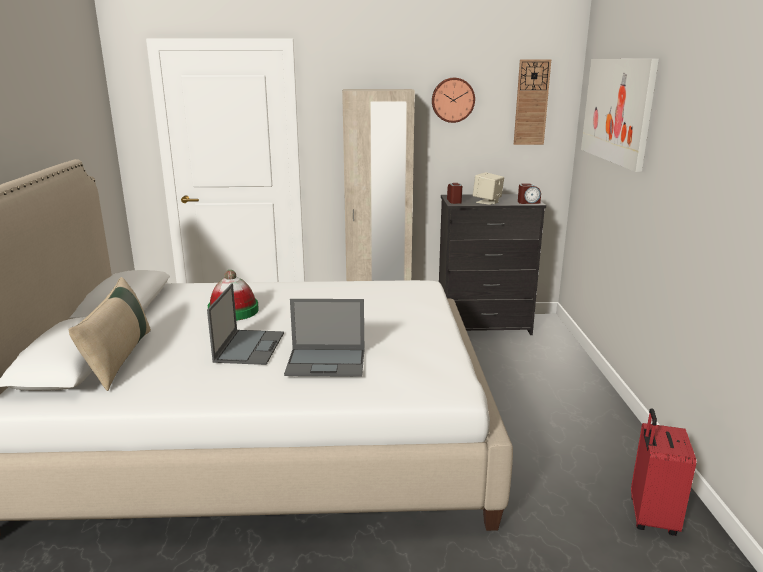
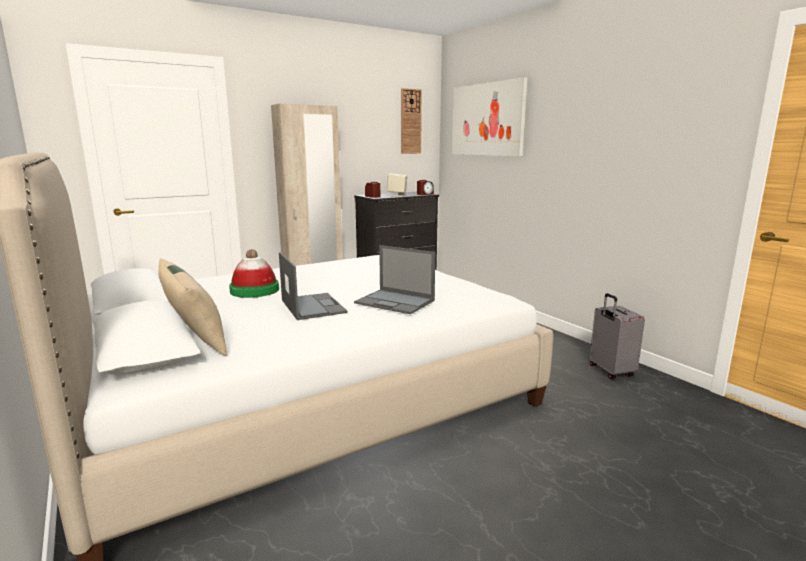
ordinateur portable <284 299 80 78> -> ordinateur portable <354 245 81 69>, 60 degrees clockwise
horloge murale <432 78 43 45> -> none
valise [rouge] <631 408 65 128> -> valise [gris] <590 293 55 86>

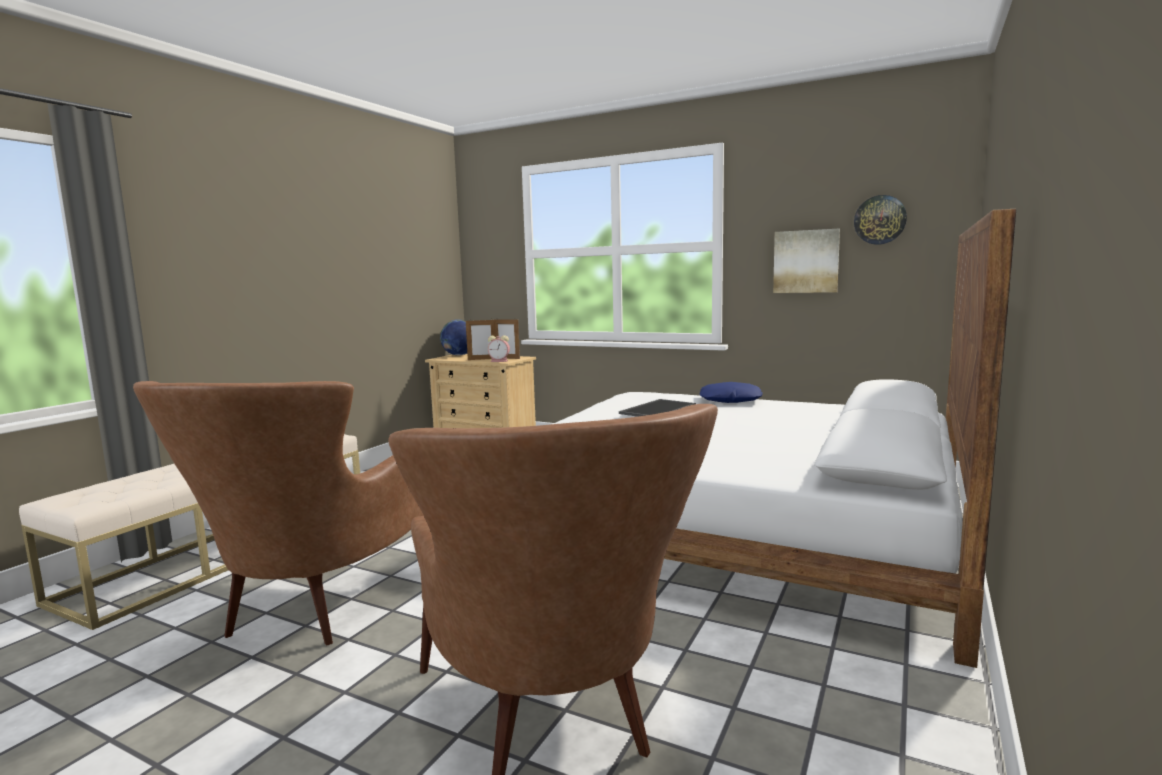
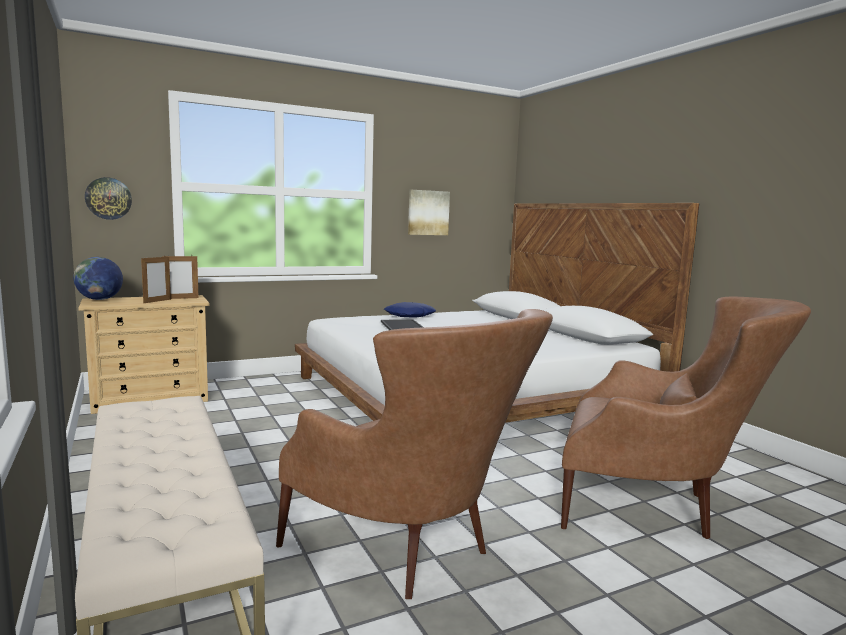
réveil <488 335 22 27> -> none
horloge murale <854 195 53 50> -> horloge murale <85 177 47 43>, shifted

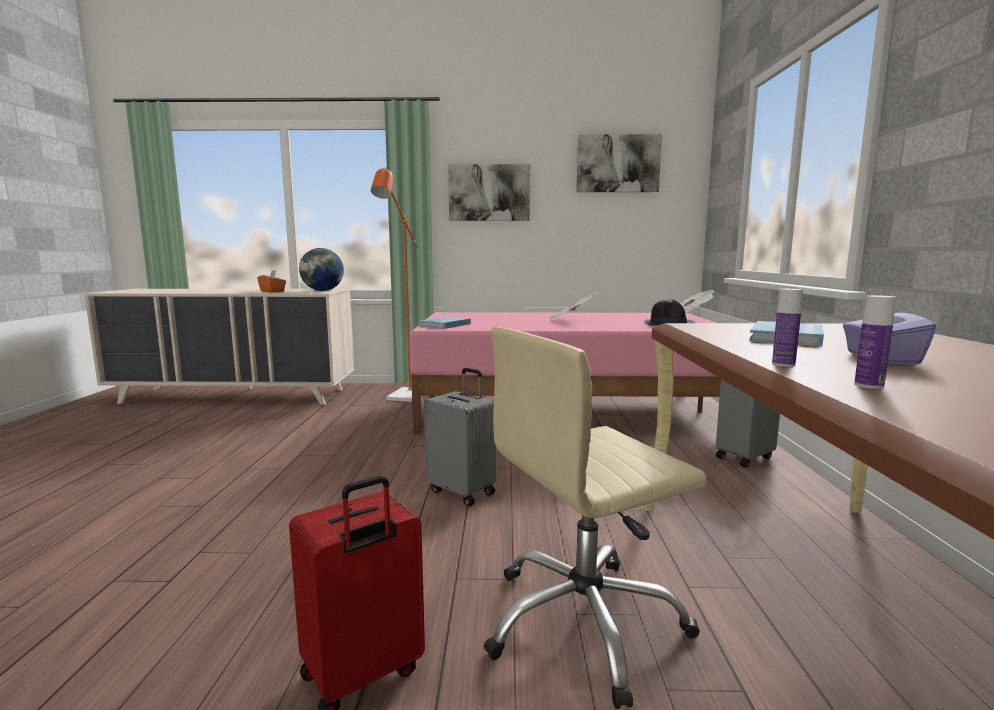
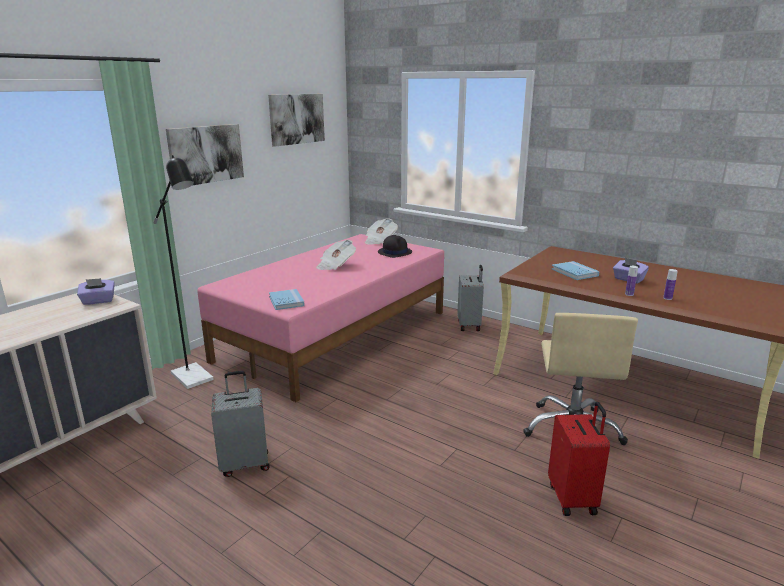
boîte à mouchoirs [orange] <257 270 29 23> -> none
globe <299 248 45 43> -> boîte à mouchoirs [violet] <77 278 38 27>
lampadaire [orange] <371 168 47 234> -> lampadaire [noir] <153 155 61 234>
valise [gris] <424 368 72 138> -> valise [gris] <211 371 59 106>, shifted

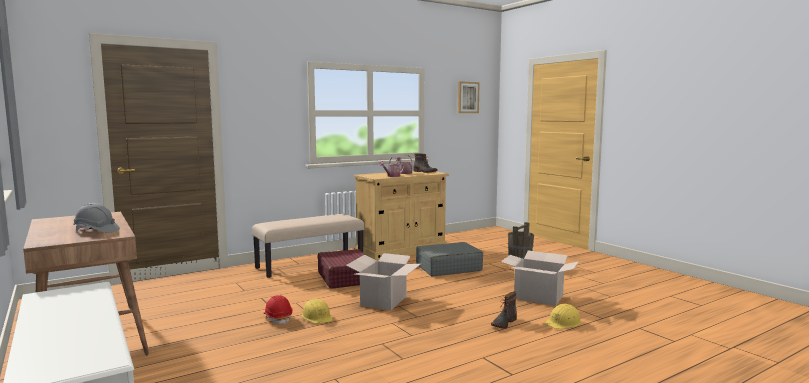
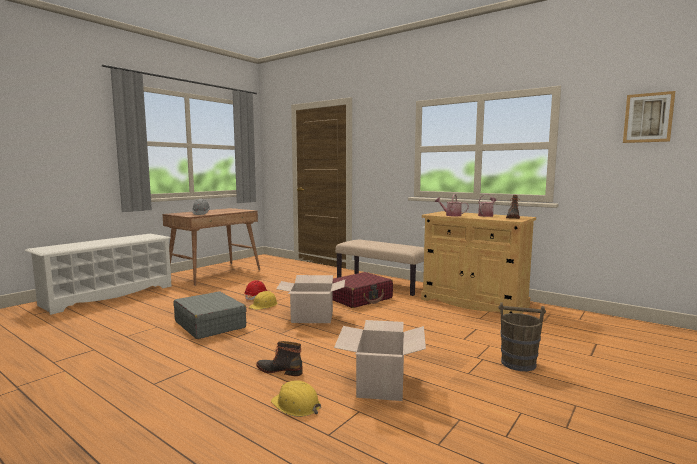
valise [gris] <416 242 67 34> -> valise [gris] <173 291 74 48>, shifted

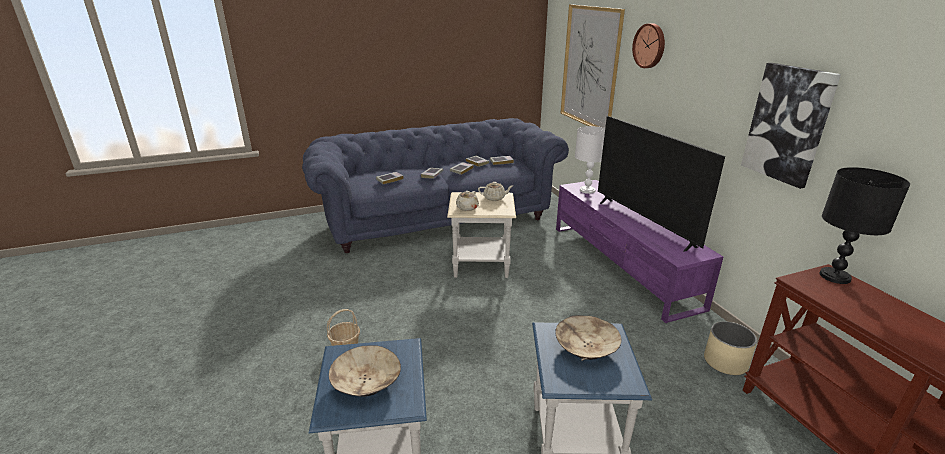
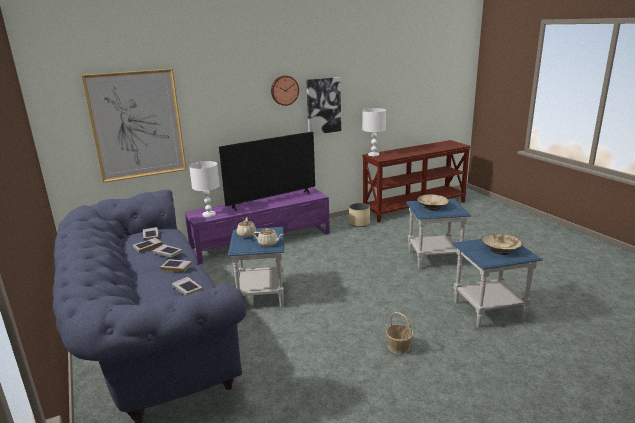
table d'appoint [beige] <447 192 69 86> -> table d'appoint [bleu] <228 227 56 81>
horloge murale <632 23 33 45> -> horloge murale <271 76 28 30>, shifted
lampe de table [noir] <819 167 91 117> -> lampe de table [blanc] <362 108 24 48>

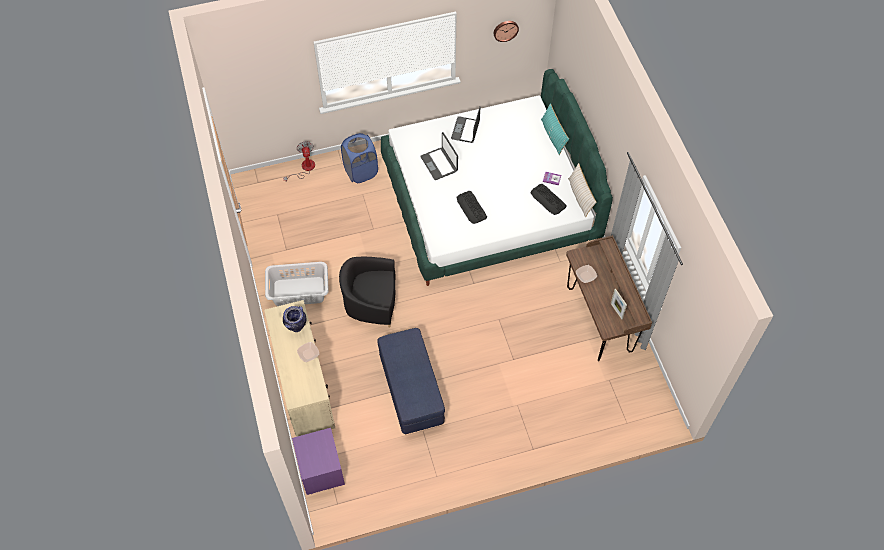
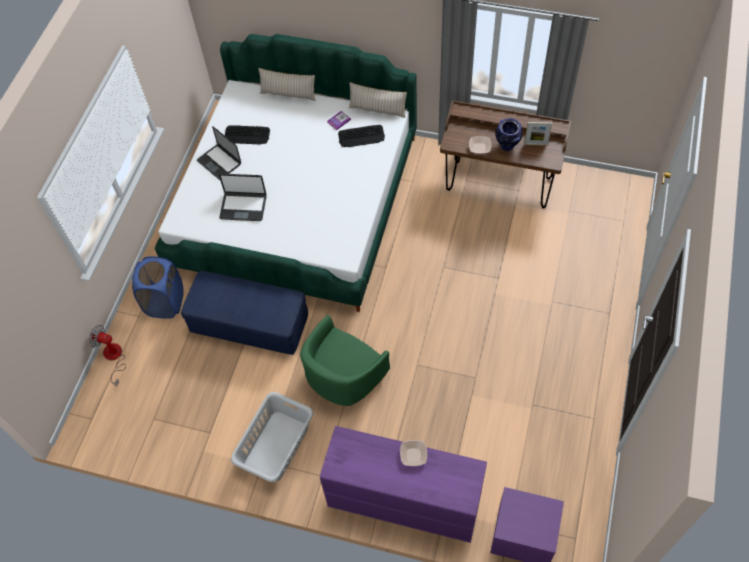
commode [beige] <264 300 71 137> -> commode [violet] <320 426 167 117>
vase <283 306 24 26> -> vase <495 118 27 33>, shifted
fauteuil [noir] <339 257 57 71> -> fauteuil [vert] <300 315 90 91>
pouf [bleu] <377 328 68 106> -> pouf [bleu] <181 271 127 84>, shifted
clavier <456 191 31 33> -> clavier <224 126 46 19>, shifted
horloge murale <494 21 25 21> -> none
coussin [turquoise] <541 103 28 52> -> coussin [beige] <258 68 57 33>

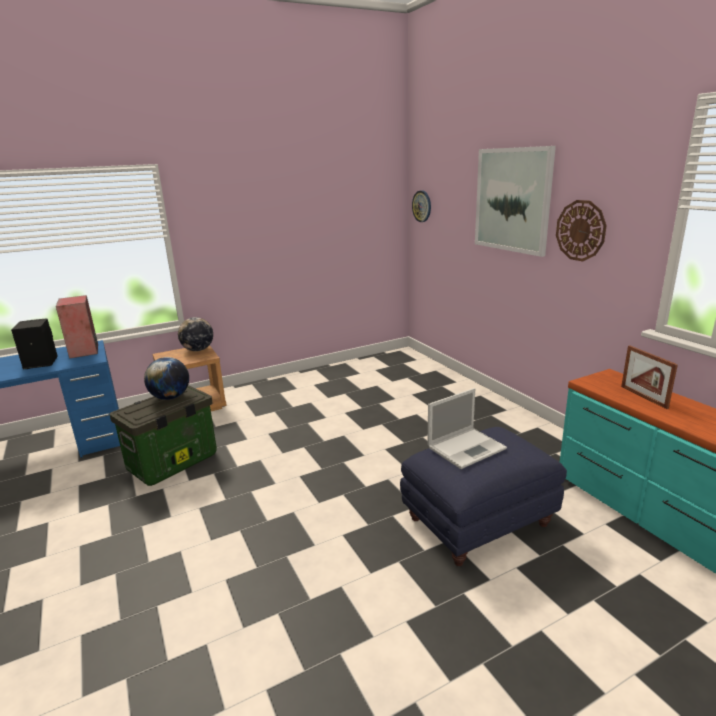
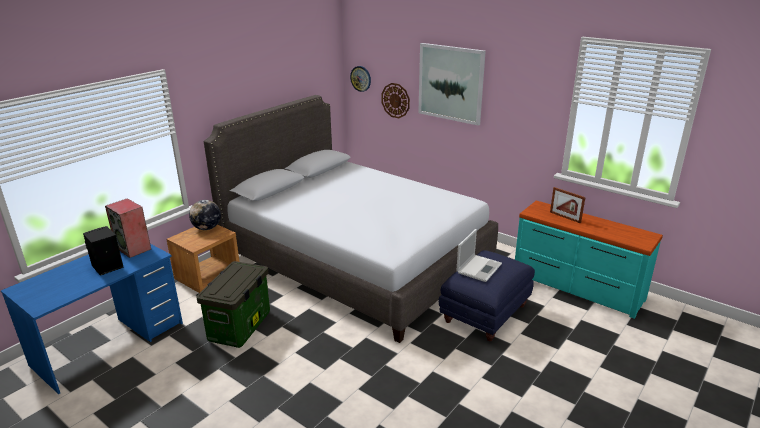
globe <144 357 45 43> -> none
horloge murale <556 200 51 61> -> horloge murale <381 83 29 35>, shifted
none -> lit [gris] <203 95 295 248>

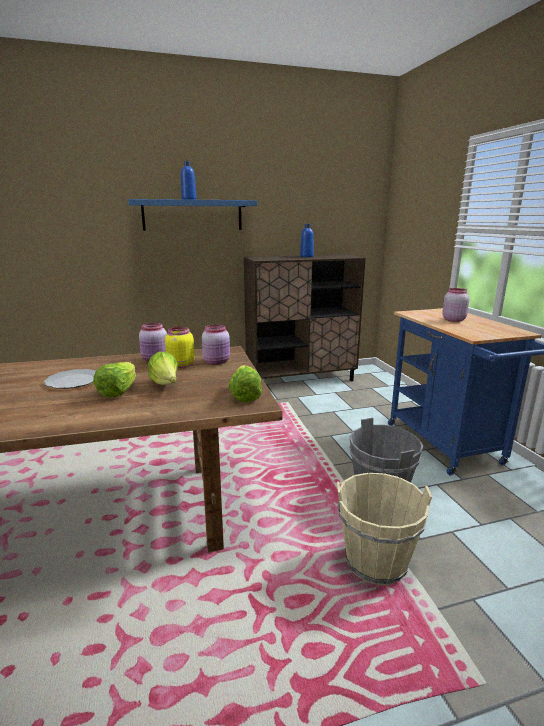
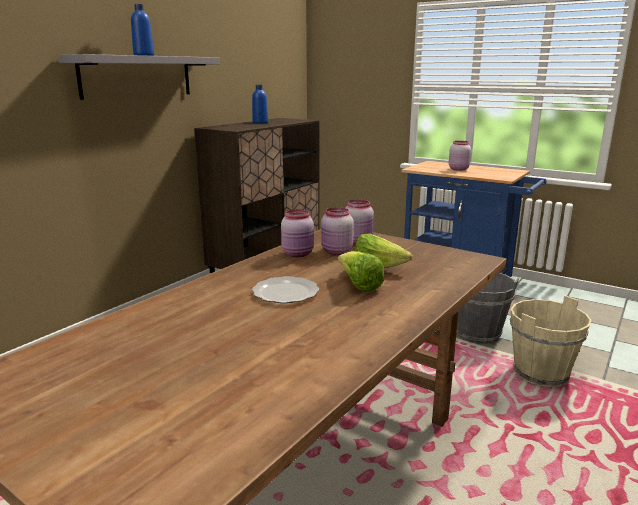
étagère [bleu] <128 199 129 32> -> étagère [gris] <59 54 161 46>
bocal [jaune] <165 327 30 41> -> bocal [rose] <321 207 33 48>
laitue <229 365 33 37> -> none

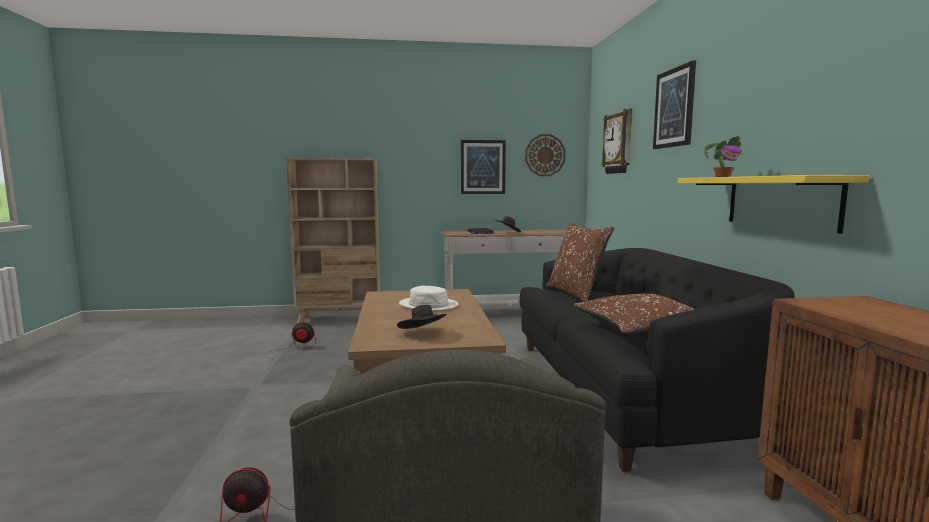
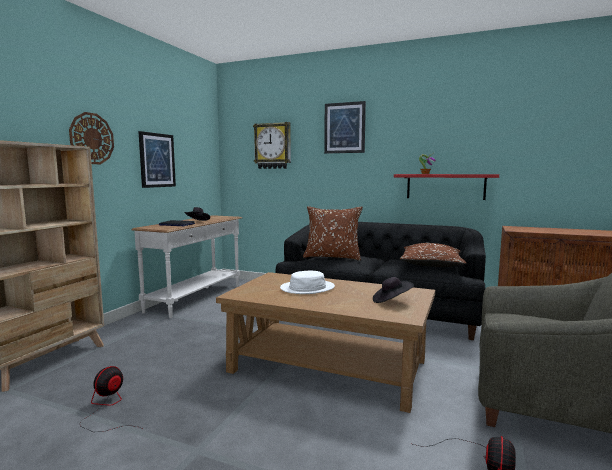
horloge murale <525 134 41 42> -> horloge murale <69 112 45 52>, shifted
étagère [jaune] <678 175 191 59> -> étagère [rouge] <394 174 105 26>

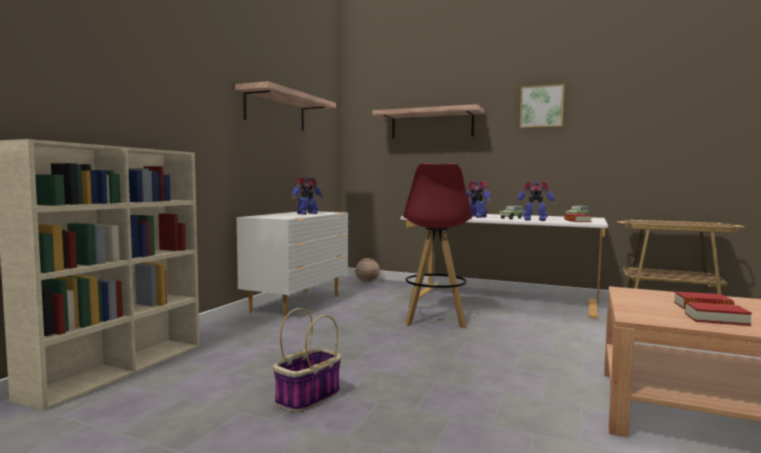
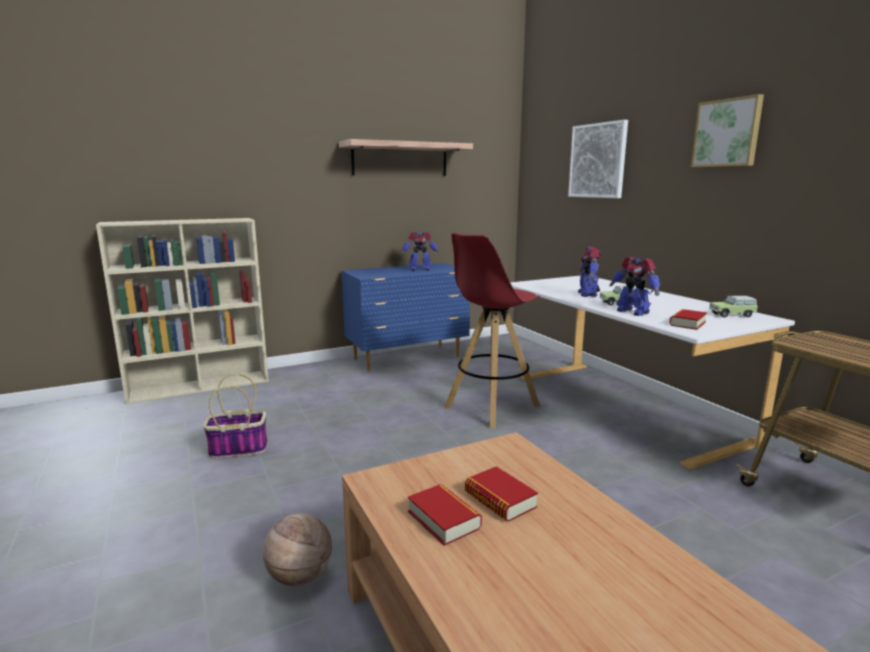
commode [blanc] <237 211 111 107> -> commode [bleu] <342 263 128 108>
ballon de basket <355 258 25 24> -> ballon de basket <263 513 69 73>, shifted
étagère <373 104 111 35> -> tableau <568 120 60 78>

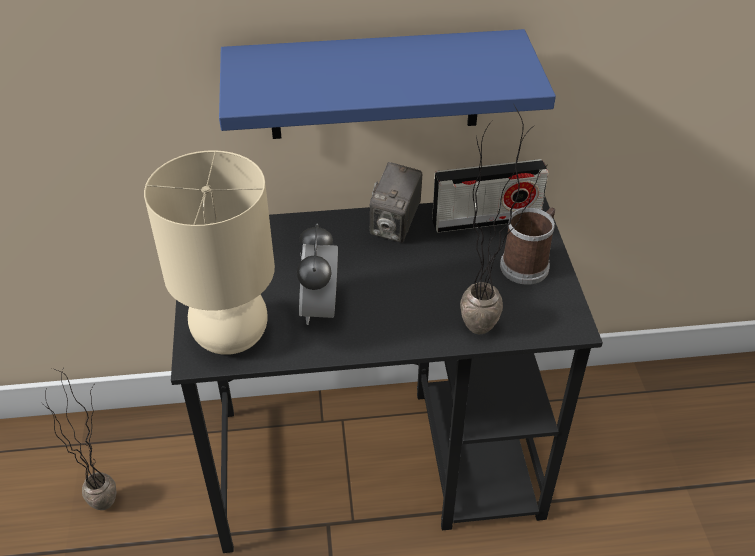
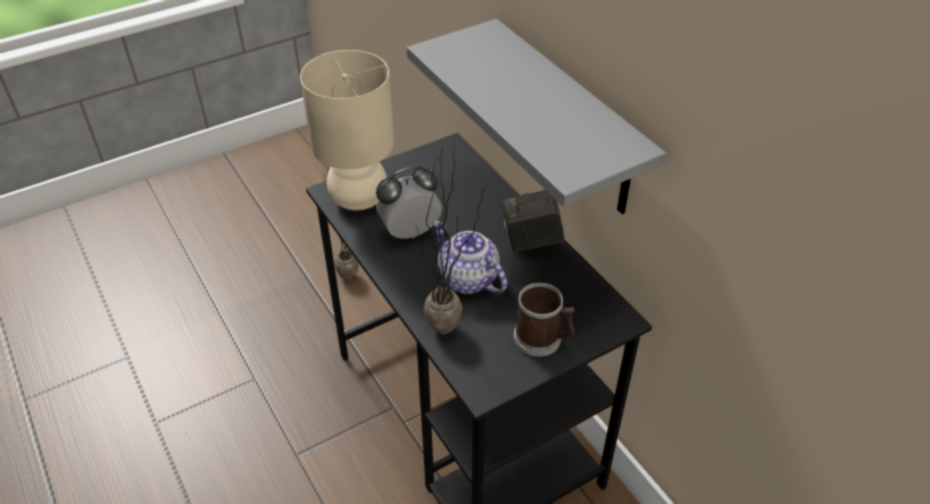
étagère [bleu] <219 29 337 110> -> étagère [gris] <407 19 259 195>
radio <432 159 117 74> -> none
none -> théière <433 221 74 73>

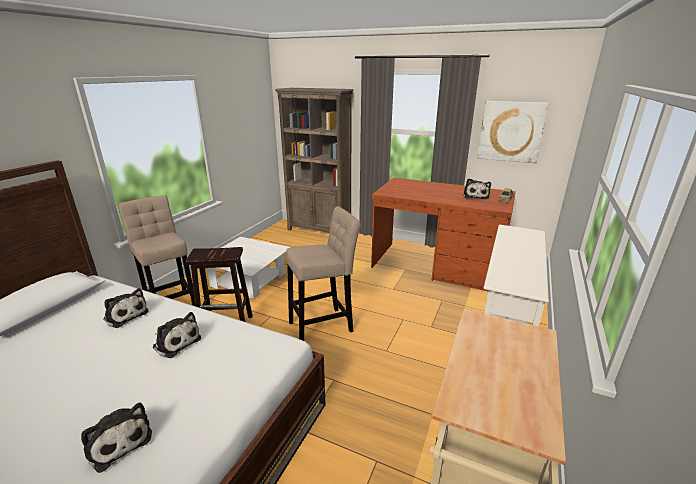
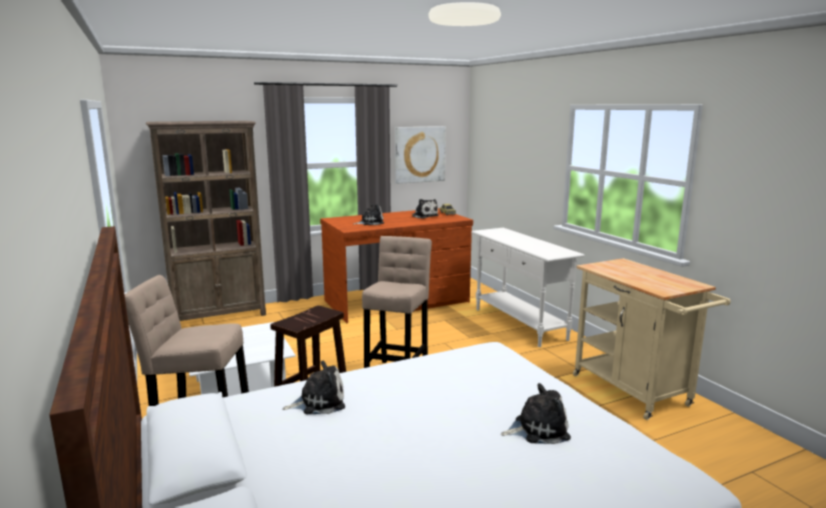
peluche <153 312 48 46> -> peluche <353 204 31 21>, shifted

